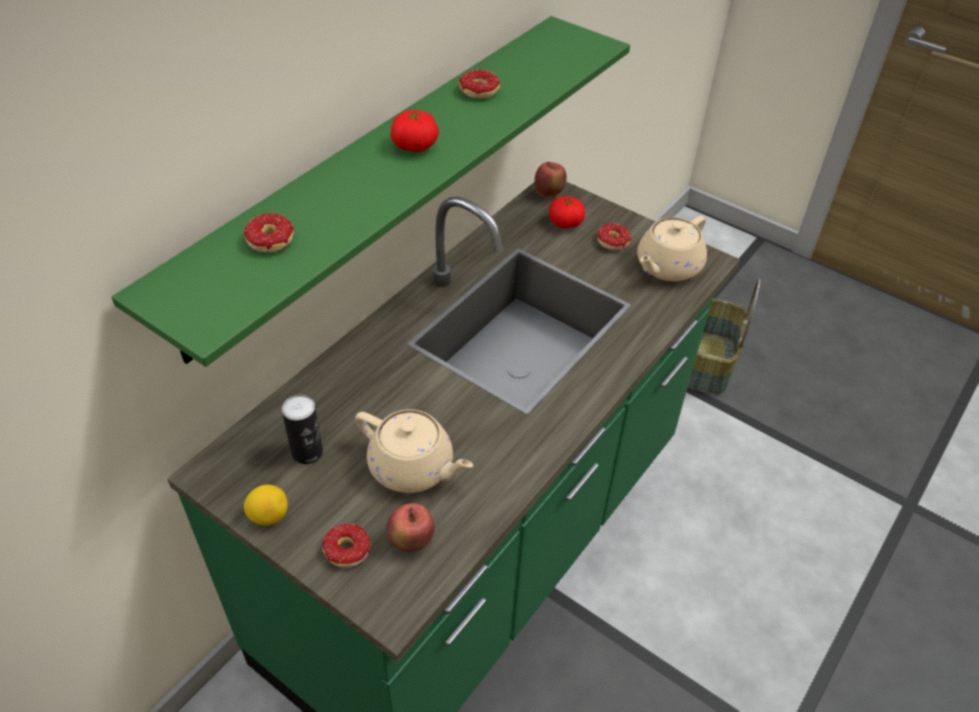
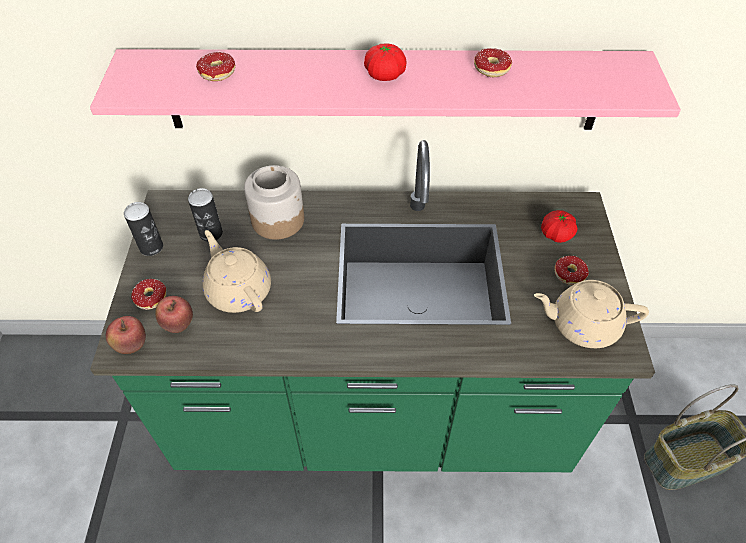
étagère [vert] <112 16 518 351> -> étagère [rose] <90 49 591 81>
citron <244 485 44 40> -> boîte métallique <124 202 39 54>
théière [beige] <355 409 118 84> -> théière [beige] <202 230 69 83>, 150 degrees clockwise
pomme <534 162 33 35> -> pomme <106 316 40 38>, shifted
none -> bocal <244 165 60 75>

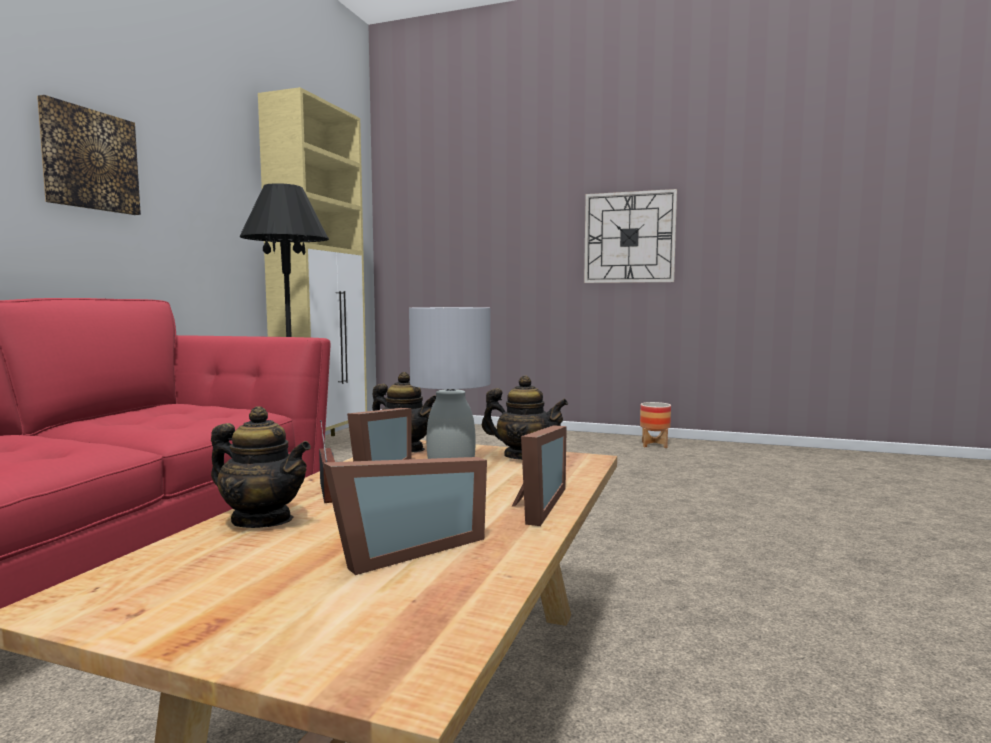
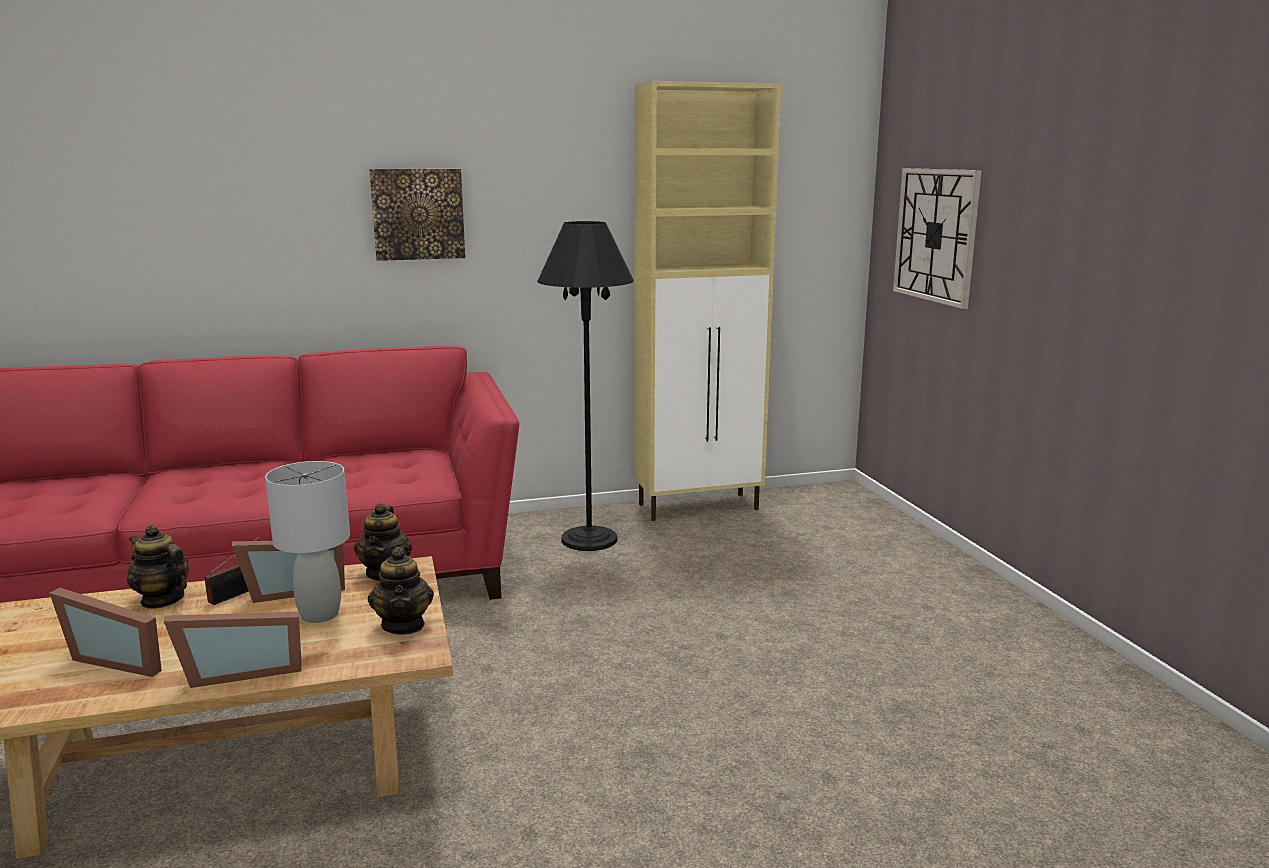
théière <211 406 100 122> -> théière <127 525 62 84>, 135 degrees clockwise
horloge murale <584 189 93 94> -> horloge murale <893 168 89 141>, shifted
cache-pot <640 402 31 46> -> none

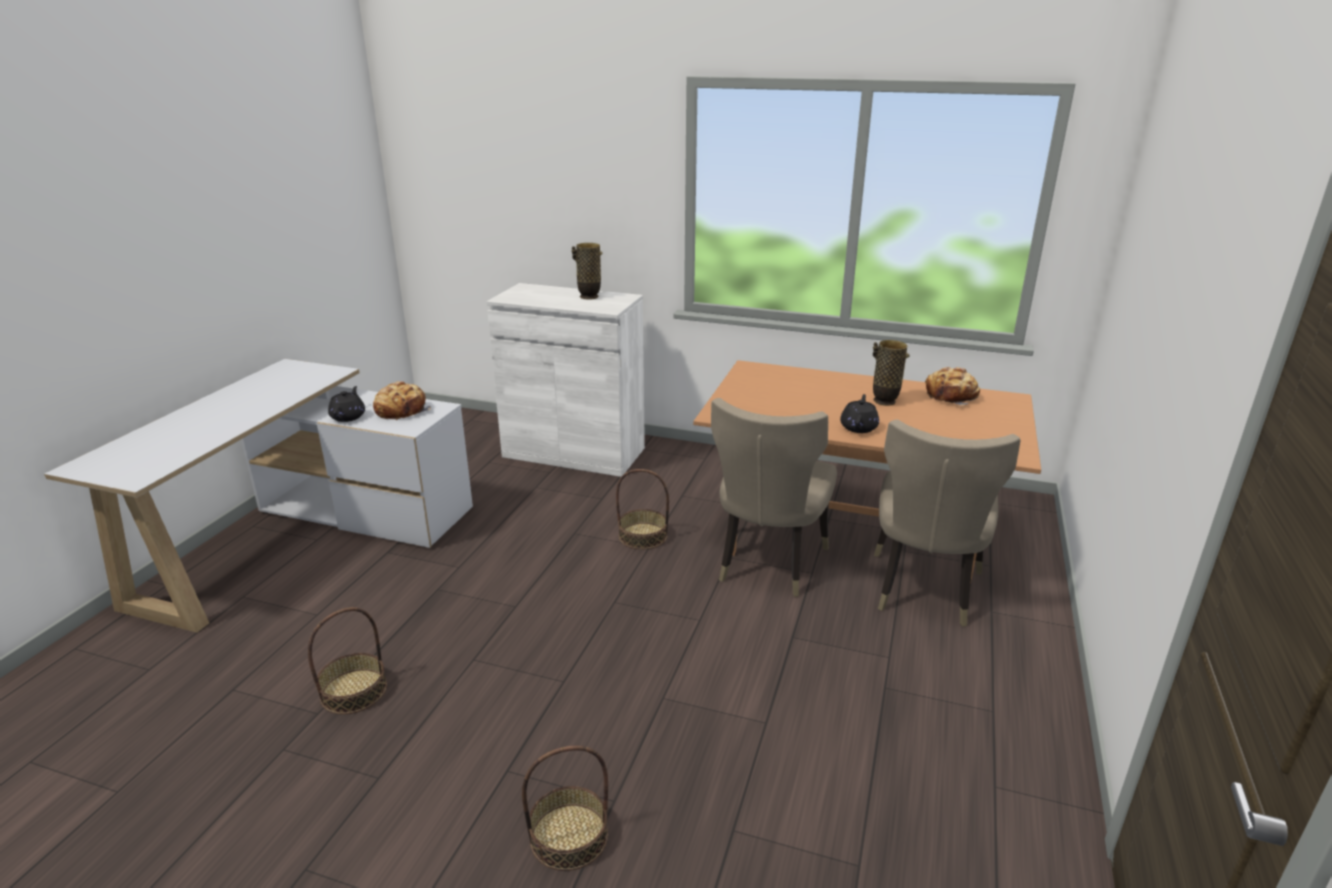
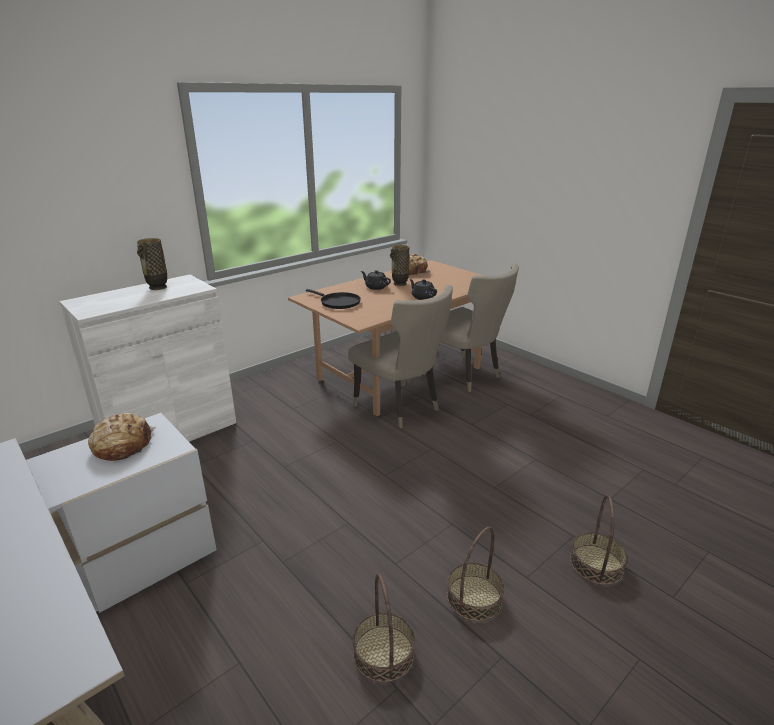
théière [noir] <328 386 37 36> -> théière [noir] <361 270 30 20>, shifted
panier <616 469 53 81> -> panier <447 527 57 95>, shifted
none -> poêle [noir] <306 289 55 20>

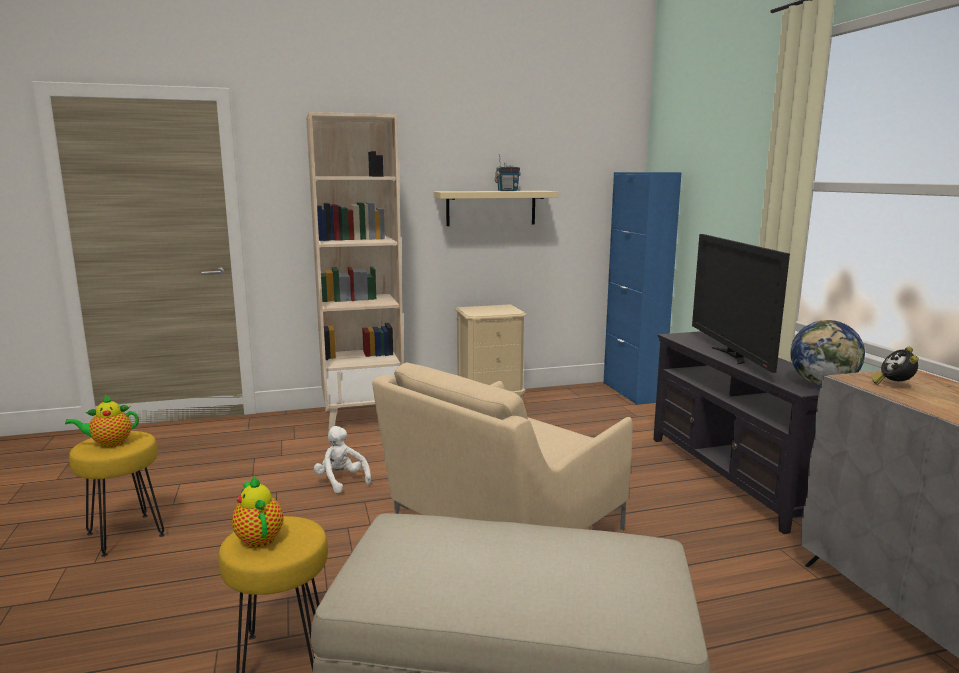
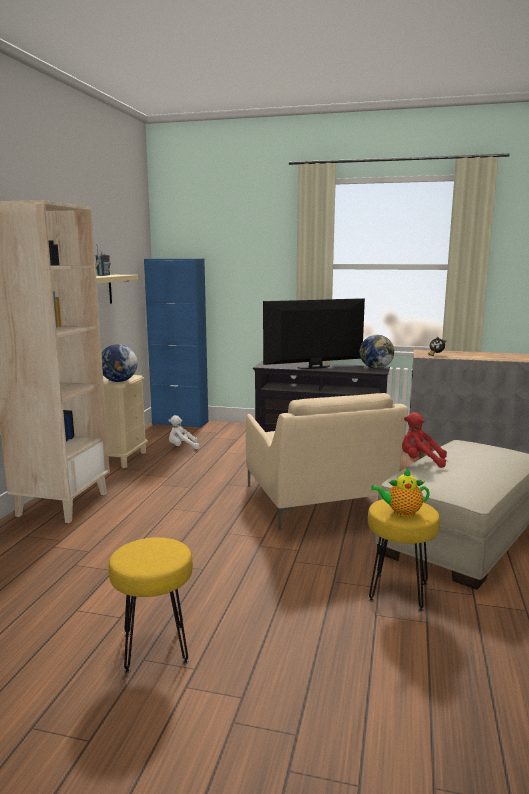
théière <65 394 74 54> -> none
peluche [blanc] <314 426 57 67> -> peluche [blanc] <168 415 31 34>, shifted
téléviseur <692 234 98 139> -> téléviseur <263 298 102 71>, 135 degrees clockwise
none -> globe <101 344 37 38>
none -> peluche [rouge] <402 412 45 56>

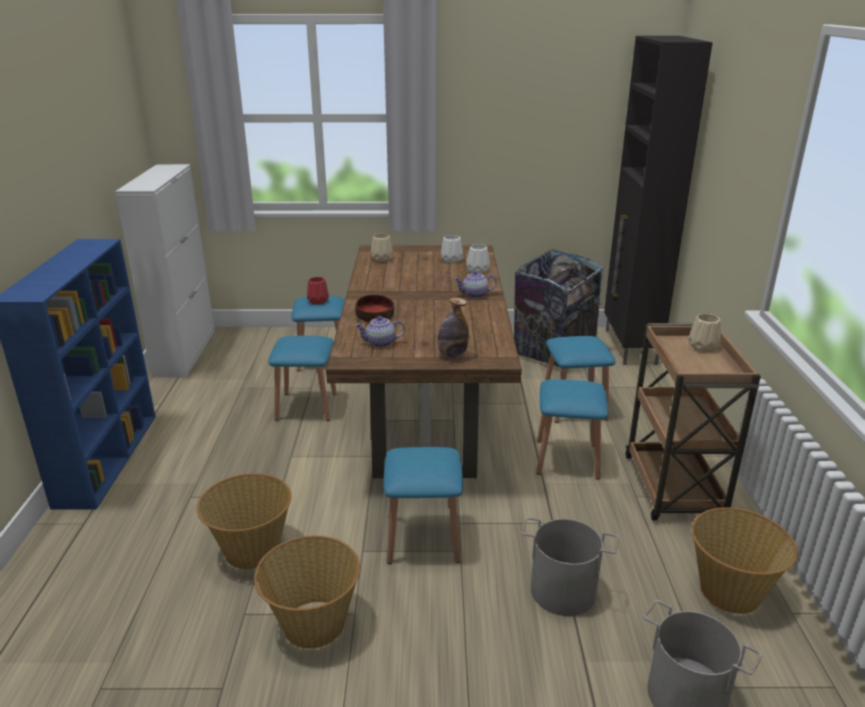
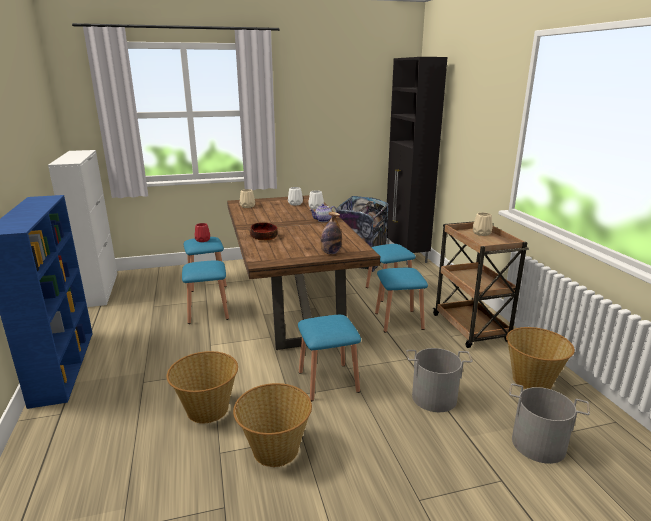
théière <355 316 50 32> -> none

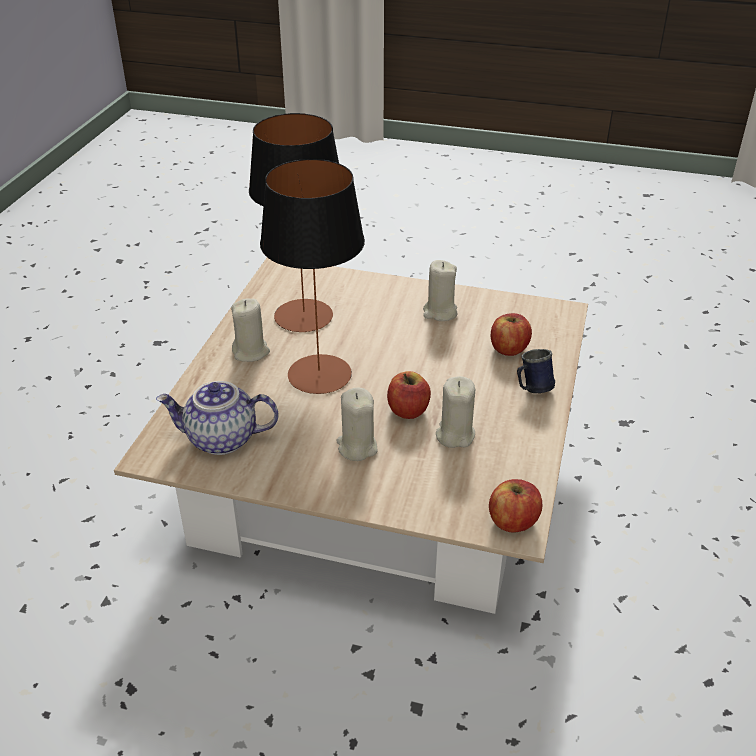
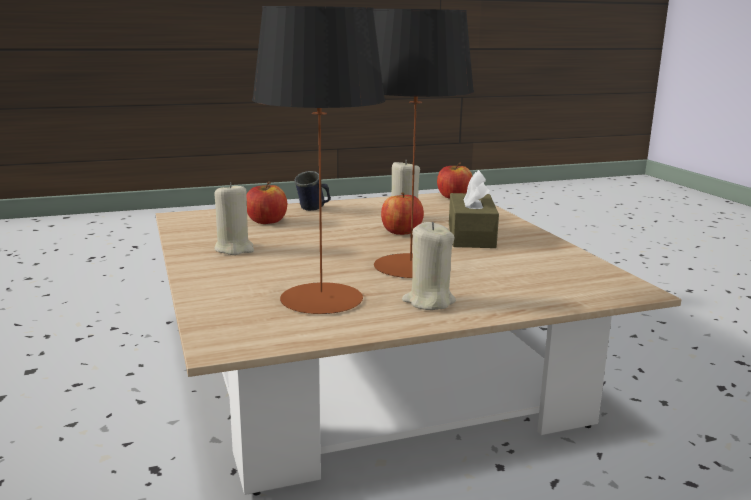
théière <156 381 122 74> -> none
bougie [beige] <336 388 41 73> -> boîte à mouchoirs [marron] <449 170 50 78>

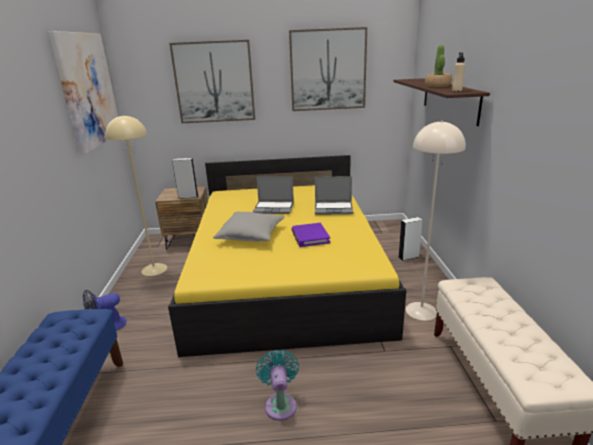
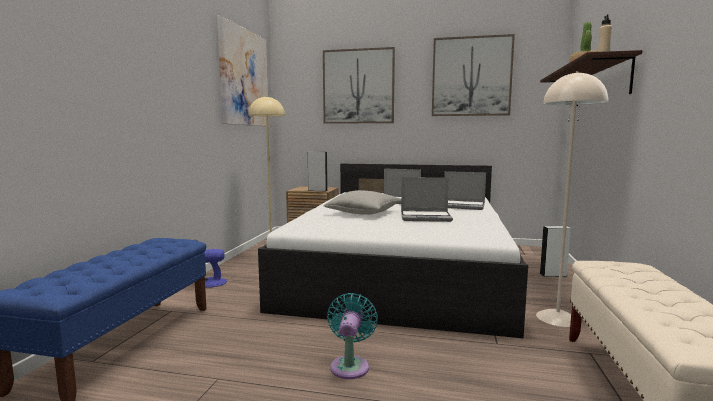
lit [jaune] <168 155 238 202> -> lit [blanc] <258 164 270 174>
livre [violet] <291 223 39 24> -> ordinateur portable <401 177 52 45>

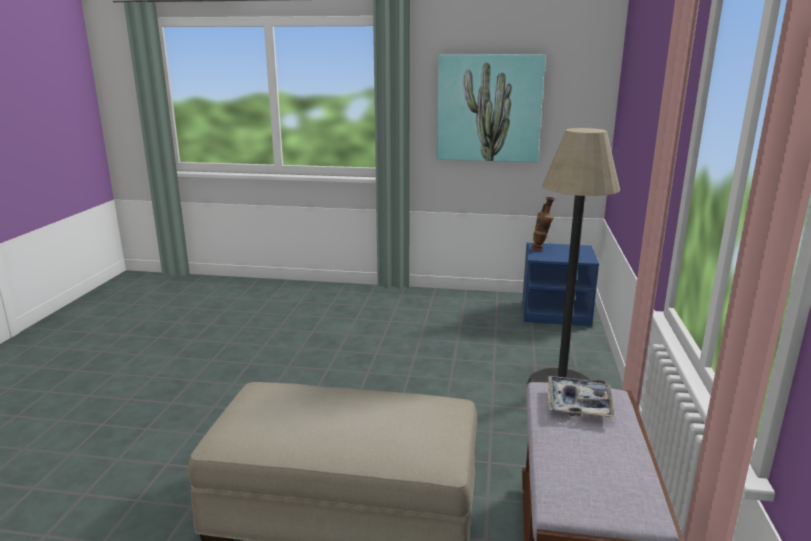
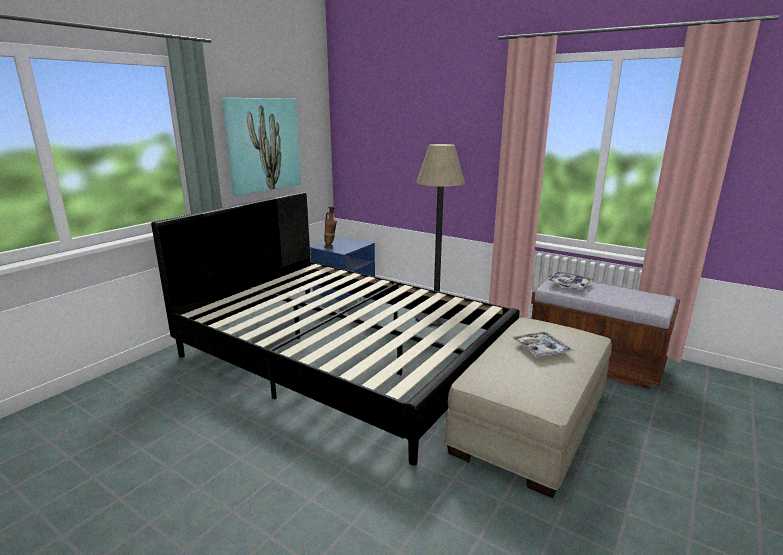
none -> lit [noir] <151 192 369 273>
none -> plateau <512 332 62 26>

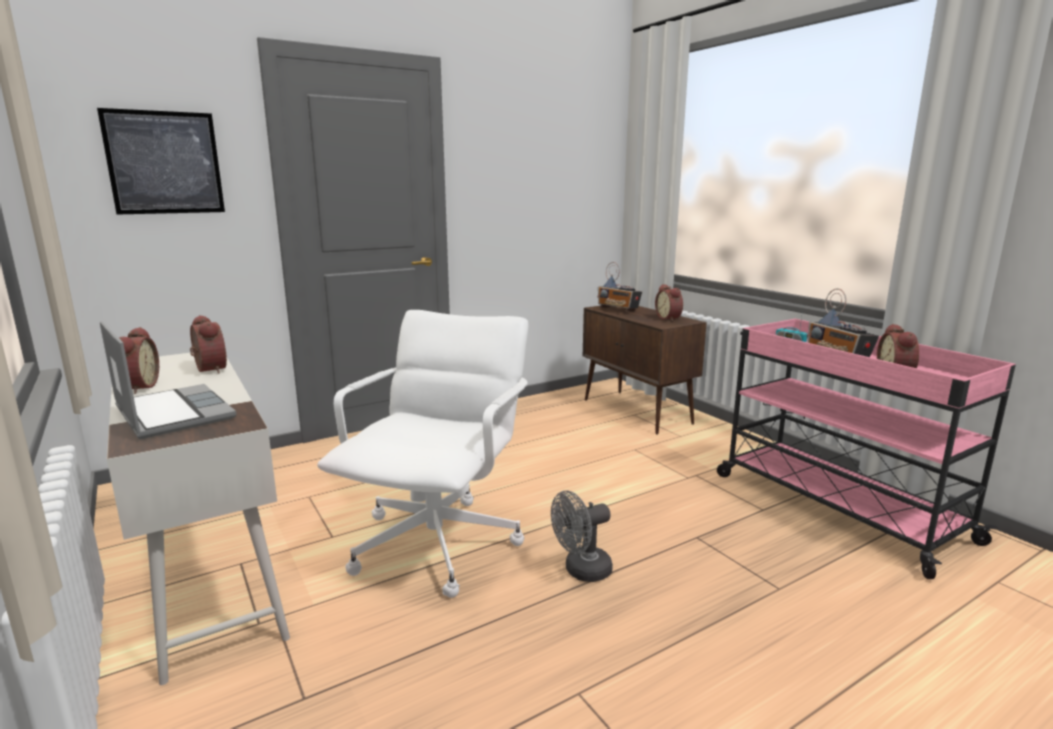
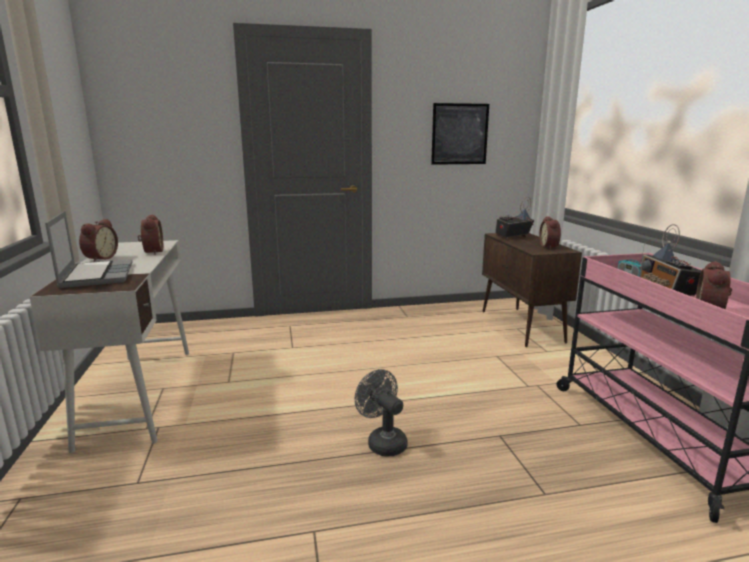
tableau <97 108 128 107> -> tableau <431 103 58 62>, shifted
chaise de bureau [blanc] <317 310 211 288> -> none
ventilateur [gris] <551 491 62 91> -> ventilateur [gris] <355 369 53 88>, 60 degrees clockwise
radio <597 262 45 49> -> radio <495 197 39 43>, 90 degrees clockwise

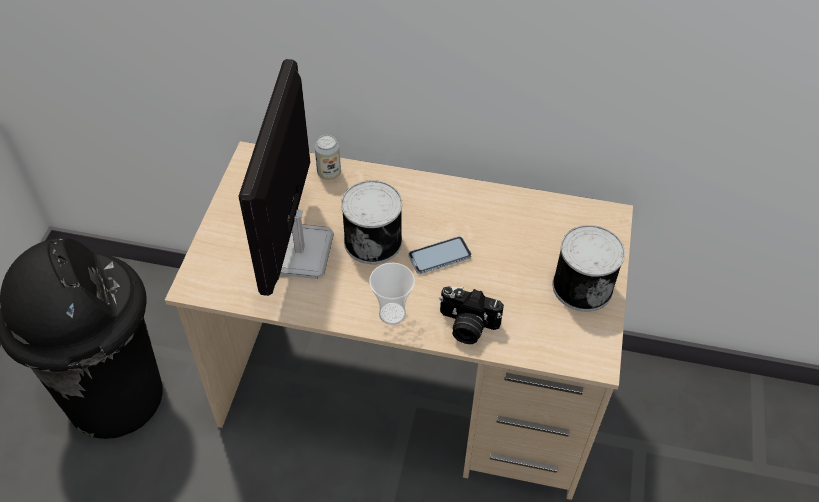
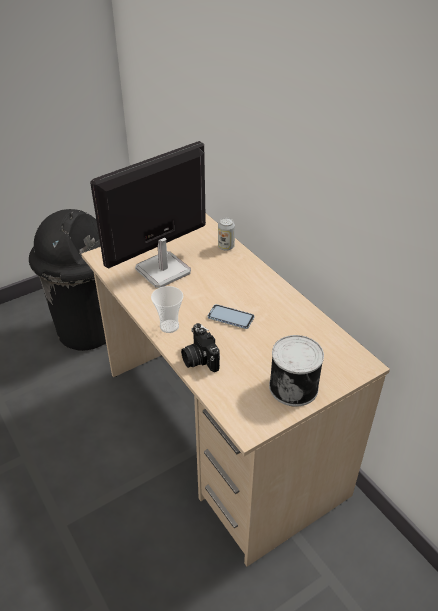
boîte métallique <341 180 61 84> -> none

